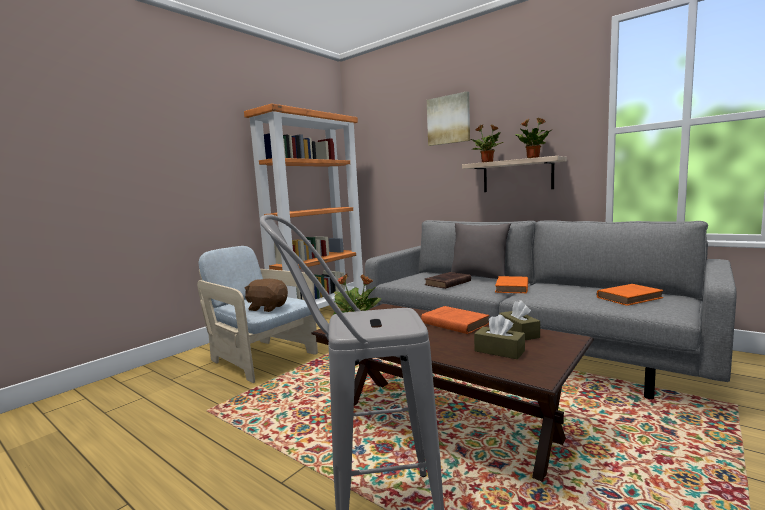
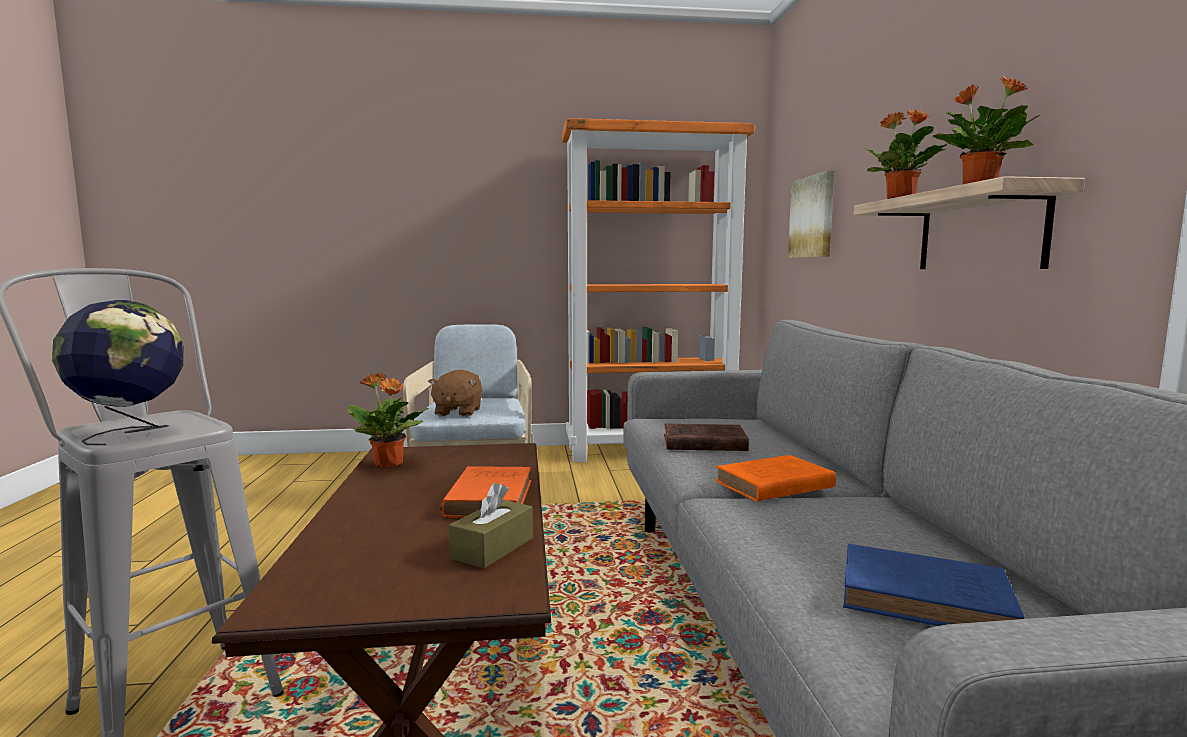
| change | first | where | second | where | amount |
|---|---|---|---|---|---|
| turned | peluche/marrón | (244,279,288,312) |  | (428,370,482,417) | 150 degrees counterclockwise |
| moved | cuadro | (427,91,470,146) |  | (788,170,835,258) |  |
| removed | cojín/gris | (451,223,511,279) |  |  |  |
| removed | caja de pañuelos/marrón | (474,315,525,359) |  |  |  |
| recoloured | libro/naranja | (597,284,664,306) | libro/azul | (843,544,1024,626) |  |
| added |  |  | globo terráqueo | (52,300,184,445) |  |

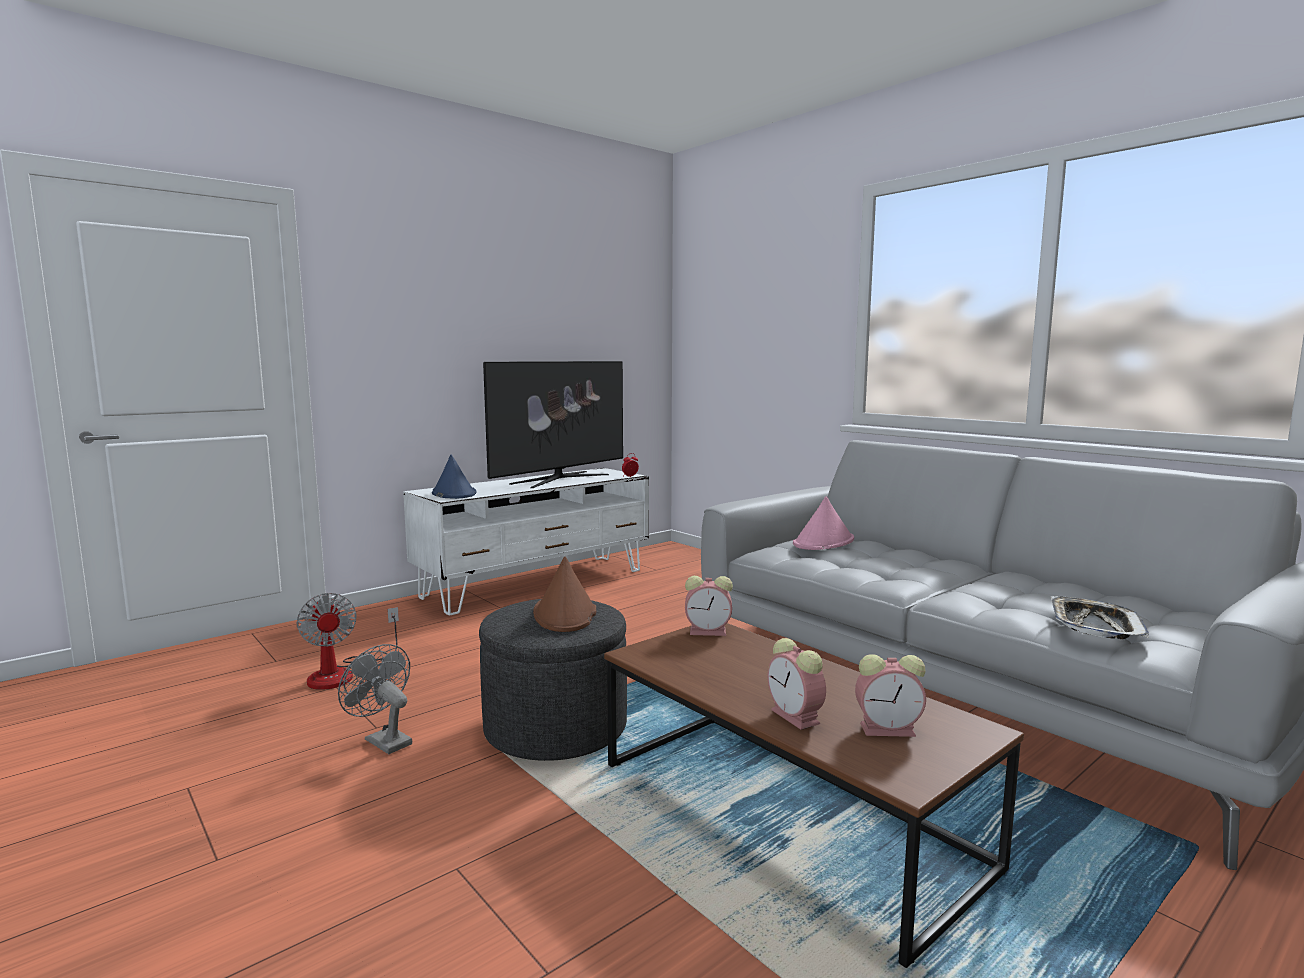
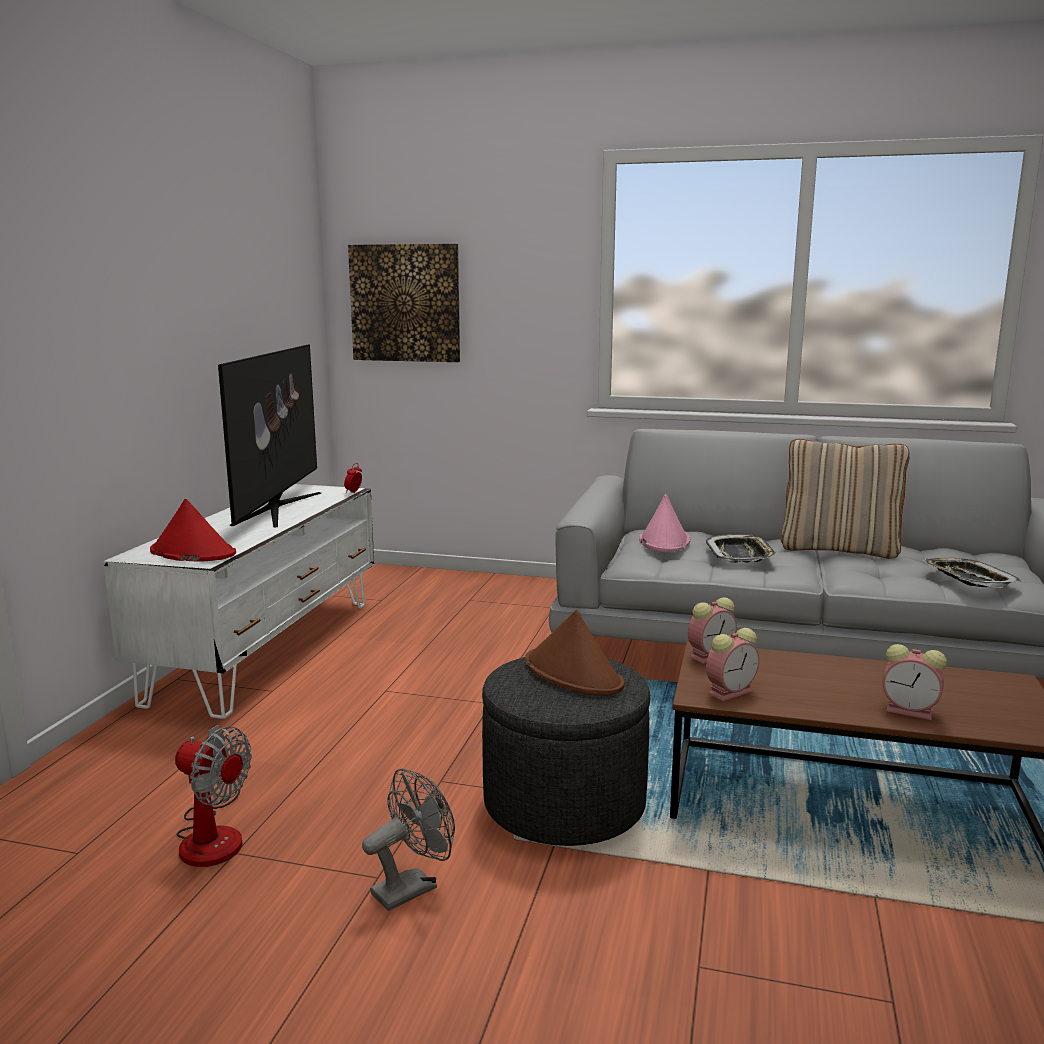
| change | first | where | second | where | amount |
|---|---|---|---|---|---|
| turned | ventilador/gris | (338,644,412,754) |  | (362,768,455,911) | 135 degrees clockwise |
| recoloured | sombrero/azul | (432,455,476,499) | sombrero/rojo | (150,499,236,562) |  |
| moved | despertador | (855,654,926,737) |  | (706,628,759,701) |  |
| added |  |  | cuadro | (348,244,460,362) |  |
| added |  |  | bandeja | (706,534,777,563) |  |
| added |  |  | cojín/beis | (781,439,910,559) |  |

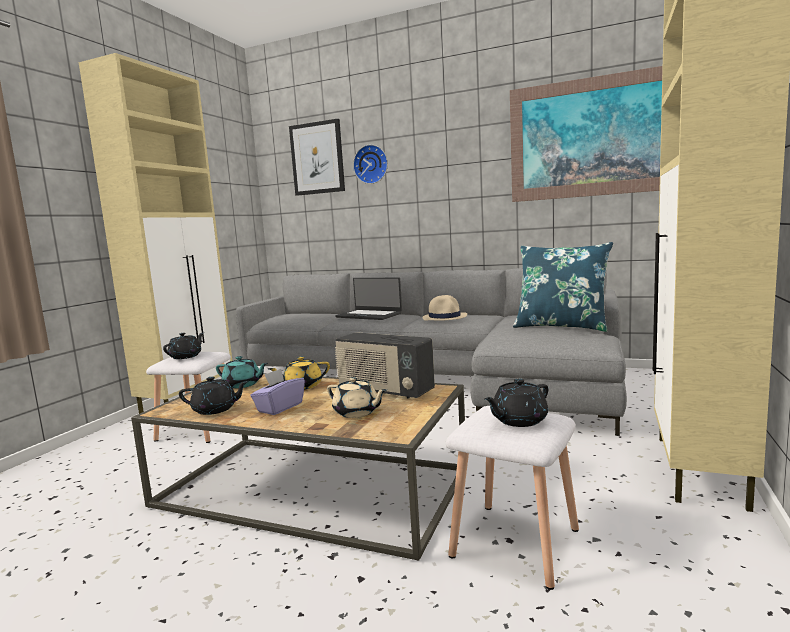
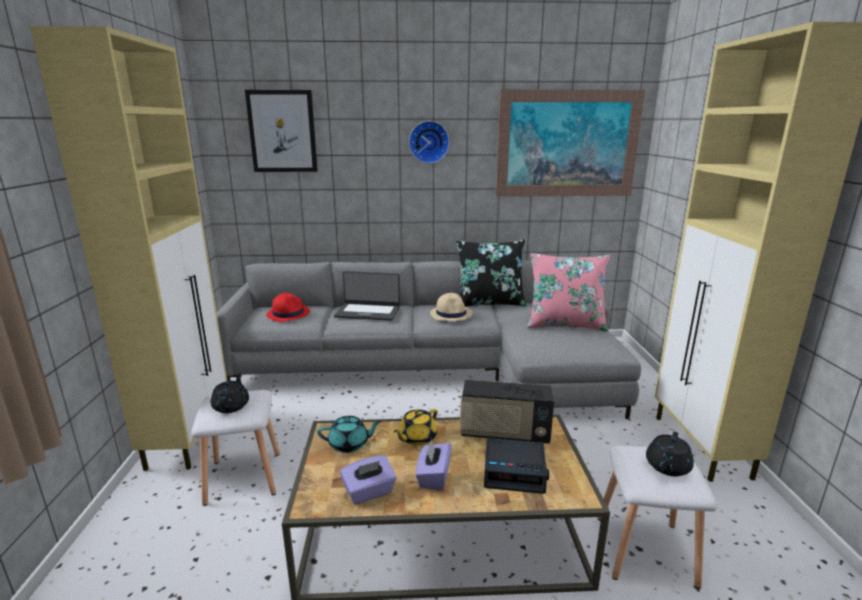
| change | first | where | second | where | amount |
|---|---|---|---|---|---|
| replaced | tetera/negro | (179,377,249,415) | caja de pañuelos/morado | (340,455,397,505) |  |
| replaced | tetera/beis | (327,377,387,418) | despertador | (484,438,549,494) |  |
| moved | reloj de pared | (353,144,388,184) |  | (409,121,450,164) |  |
| recoloured | cojín/azul | (513,242,613,332) | cojín/rosa | (527,253,611,331) |  |
| added |  |  | sombrero/rojo | (266,293,310,322) |  |
| added |  |  | cojín/negro | (456,240,526,307) |  |

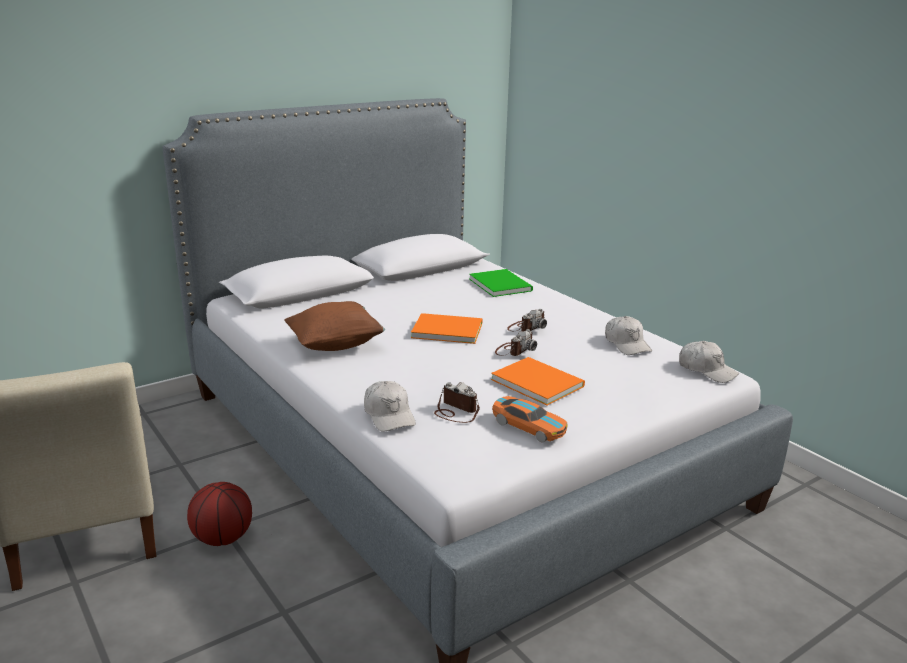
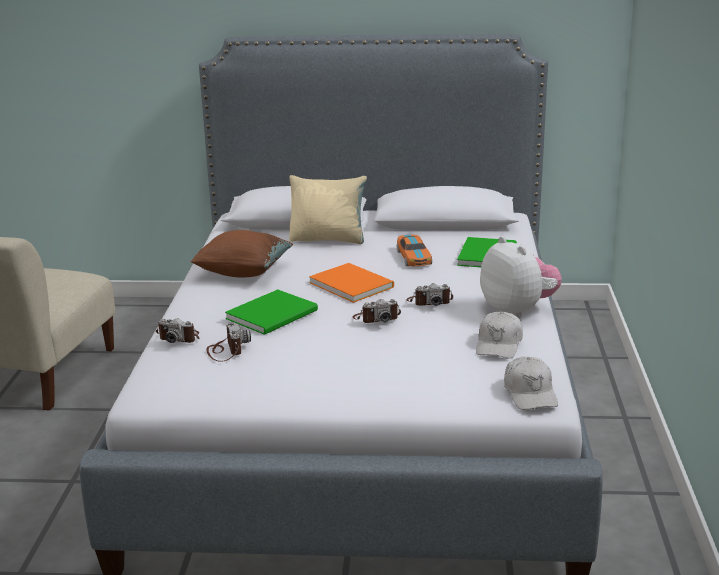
| change | first | where | second | where | amount |
|---|---|---|---|---|---|
| removed | balón de baloncesto | (187,482,252,546) |  |  |  |
| replaced | gorra/blanco | (364,381,416,432) | cámara | (156,318,199,343) |  |
| removed | libro/naranja | (491,357,585,405) |  |  |  |
| moved | coche de juguete | (492,396,568,442) |  | (397,234,432,266) |  |
| added |  |  | libro/verde | (225,289,318,335) |  |
| added |  |  | cojín/beis | (289,175,367,244) |  |
| added |  |  | peluche | (480,236,562,318) |  |

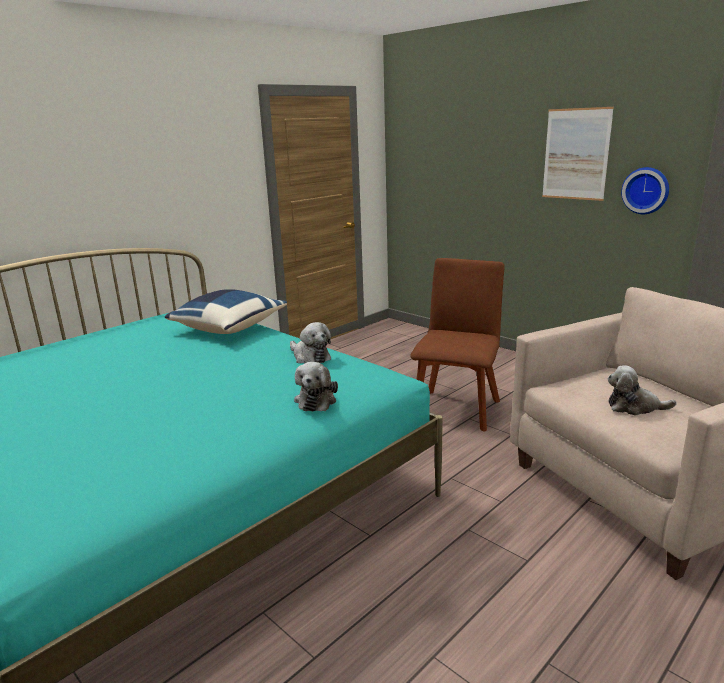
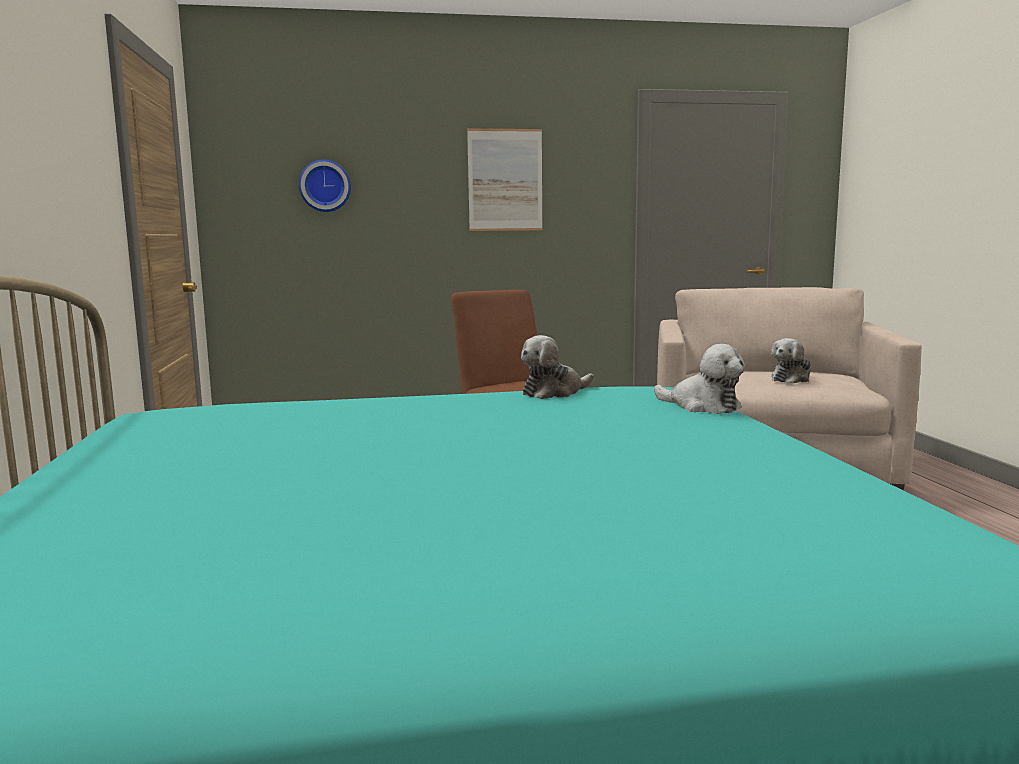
| change | first | where | second | where | amount |
|---|---|---|---|---|---|
| removed | cojín/azul | (165,289,287,334) |  |  |  |
| turned | peluche | (290,322,331,363) |  | (521,335,594,399) | 150 degrees clockwise |
| moved | reloj de pared | (621,167,669,214) |  | (299,159,351,212) |  |

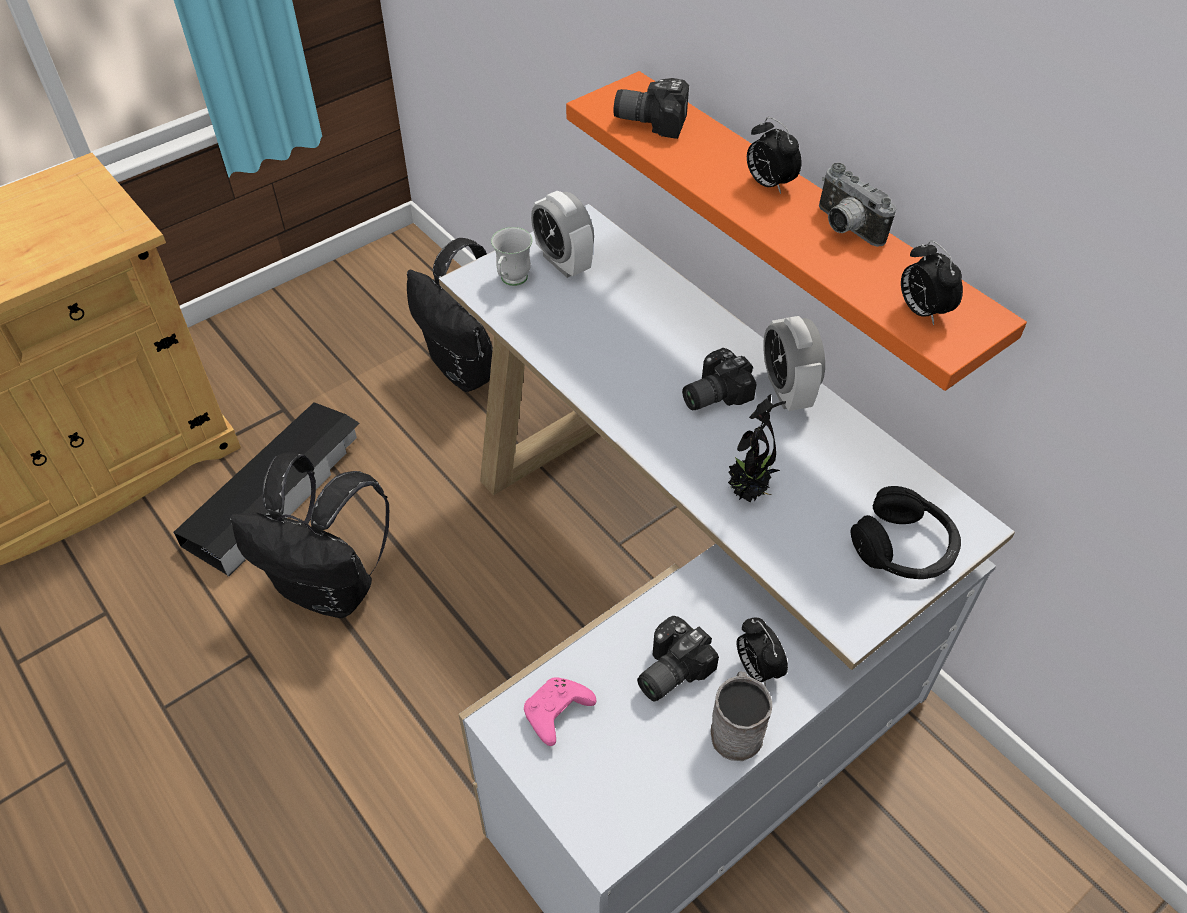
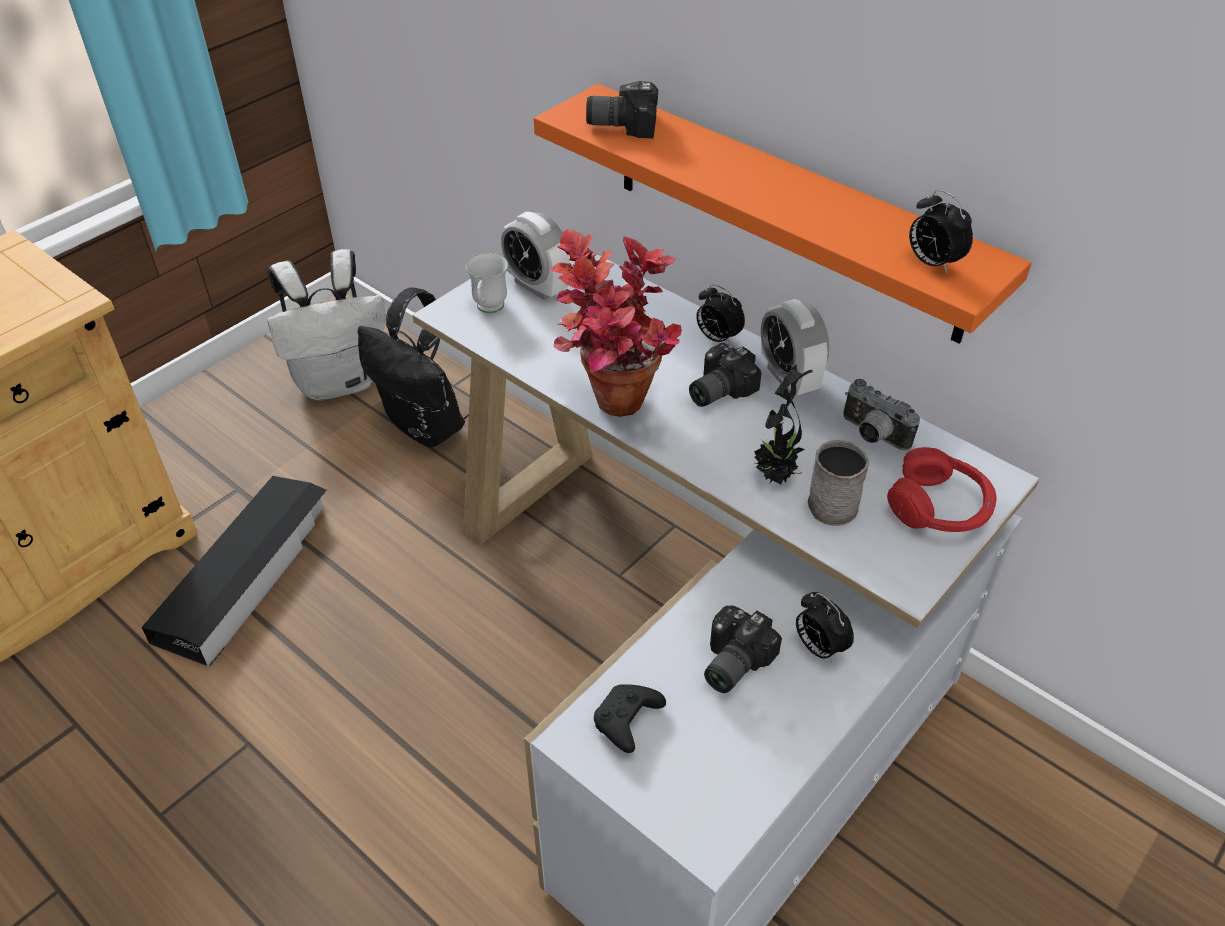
| change | first | where | second | where | amount |
|---|---|---|---|---|---|
| removed | mochila/negro | (230,452,390,618) |  |  |  |
| recoloured | mando de consola/rosa | (524,677,596,746) | mando de consola/negro | (594,684,666,753) |  |
| moved | taza grande/gris | (710,671,772,761) |  | (808,439,870,526) |  |
| moved | despertador | (747,117,802,194) |  | (696,284,745,345) |  |
| moved | cámara | (819,163,896,247) |  | (843,379,920,451) |  |
| recoloured | auriculares/negro | (851,486,961,579) | auriculares/rojo | (887,447,997,532) |  |
| added |  |  | mochila/blanco | (267,249,385,401) |  |
| added |  |  | planta en maceta | (551,229,682,417) |  |

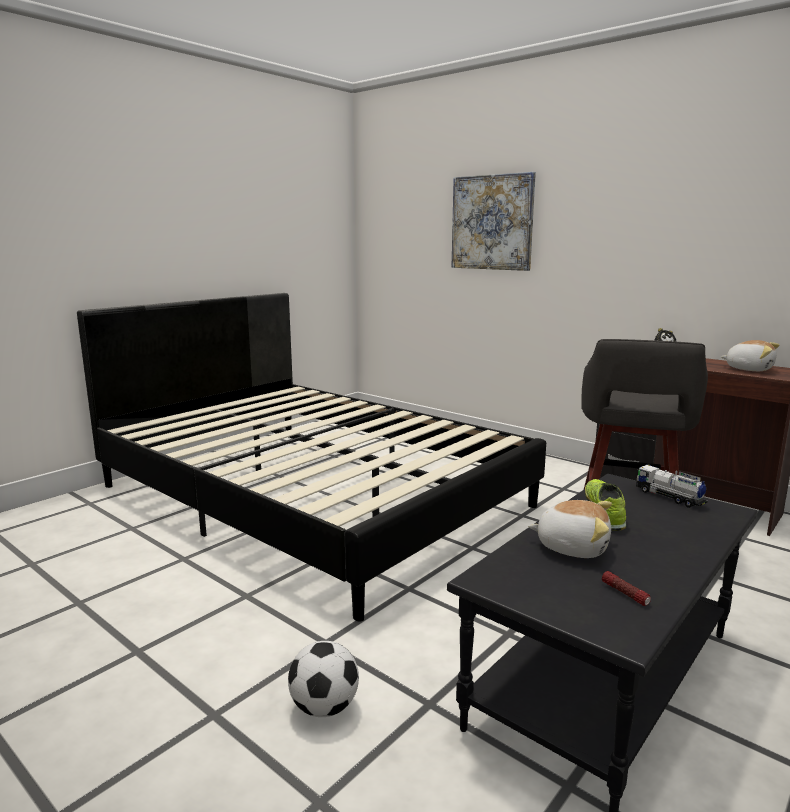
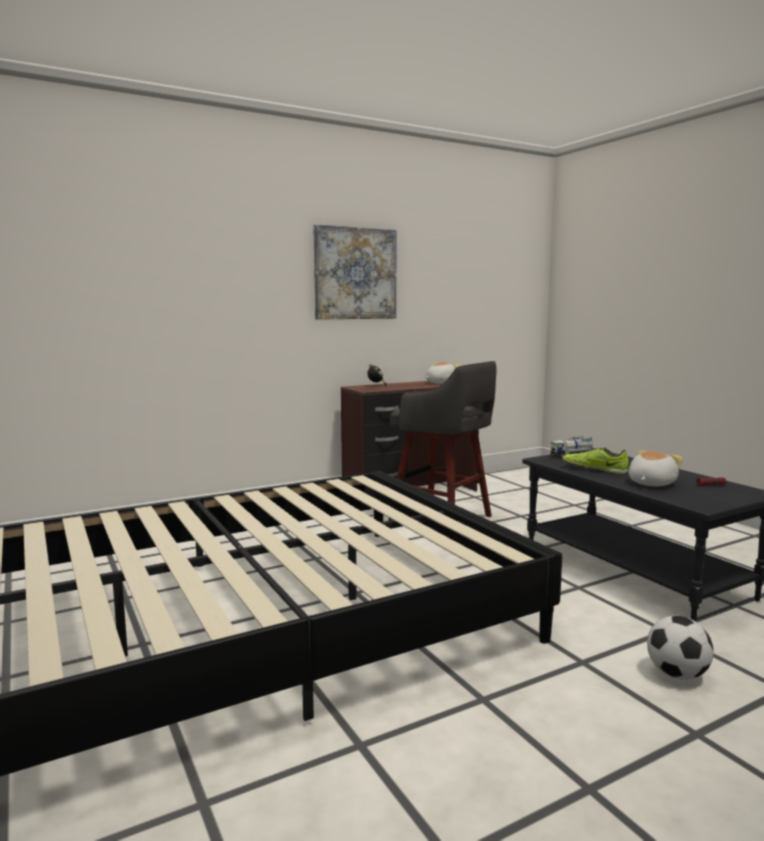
| change | first | where | second | where | amount |
|---|---|---|---|---|---|
| moved | cuadro | (452,172,536,271) |  | (313,224,397,319) |  |

